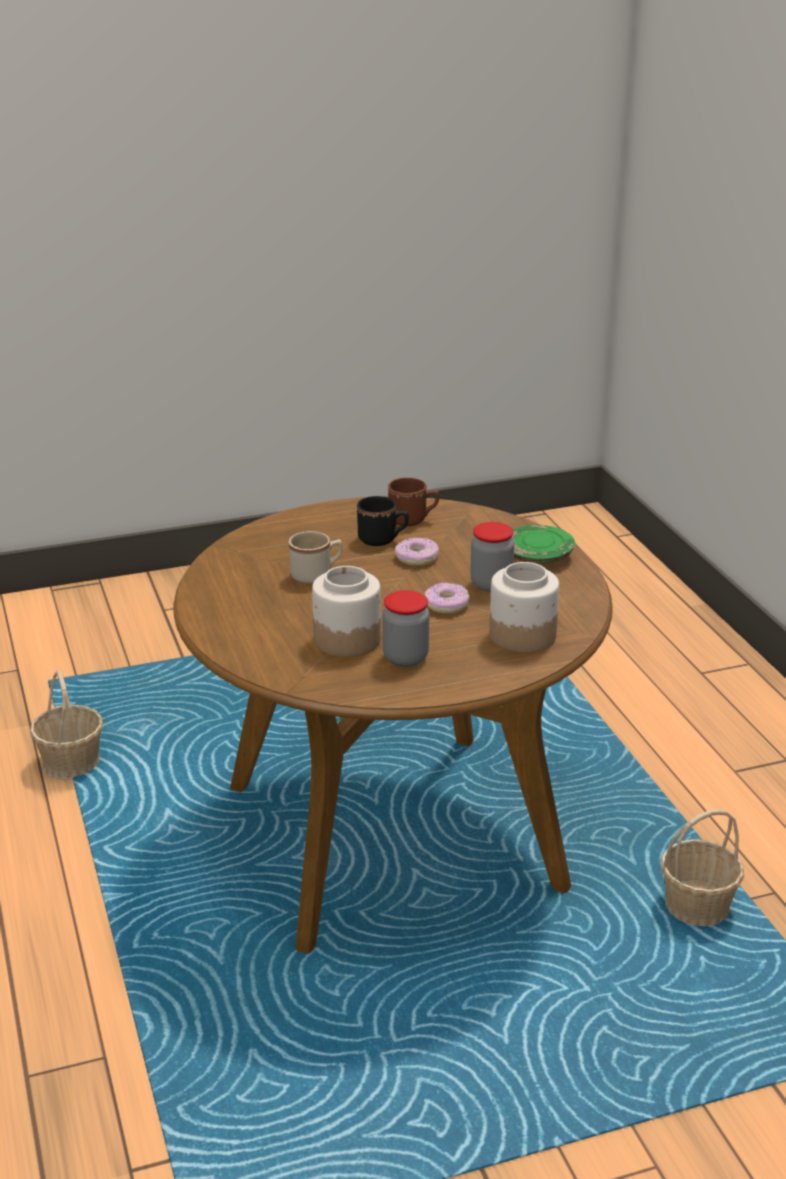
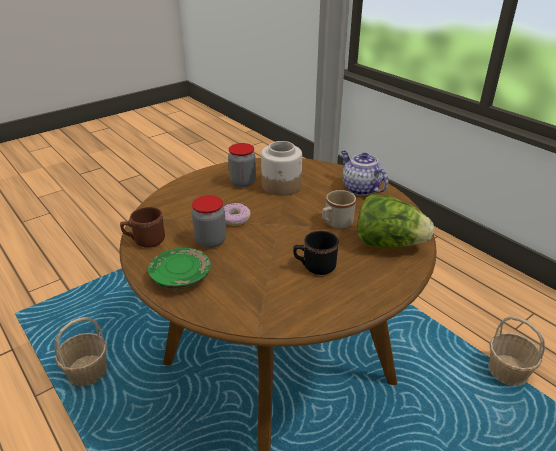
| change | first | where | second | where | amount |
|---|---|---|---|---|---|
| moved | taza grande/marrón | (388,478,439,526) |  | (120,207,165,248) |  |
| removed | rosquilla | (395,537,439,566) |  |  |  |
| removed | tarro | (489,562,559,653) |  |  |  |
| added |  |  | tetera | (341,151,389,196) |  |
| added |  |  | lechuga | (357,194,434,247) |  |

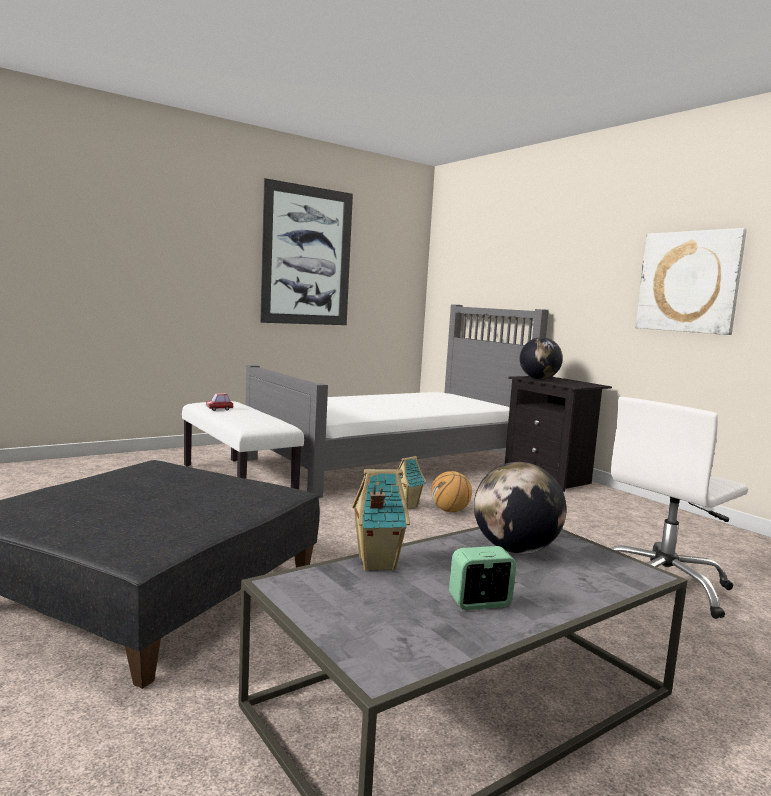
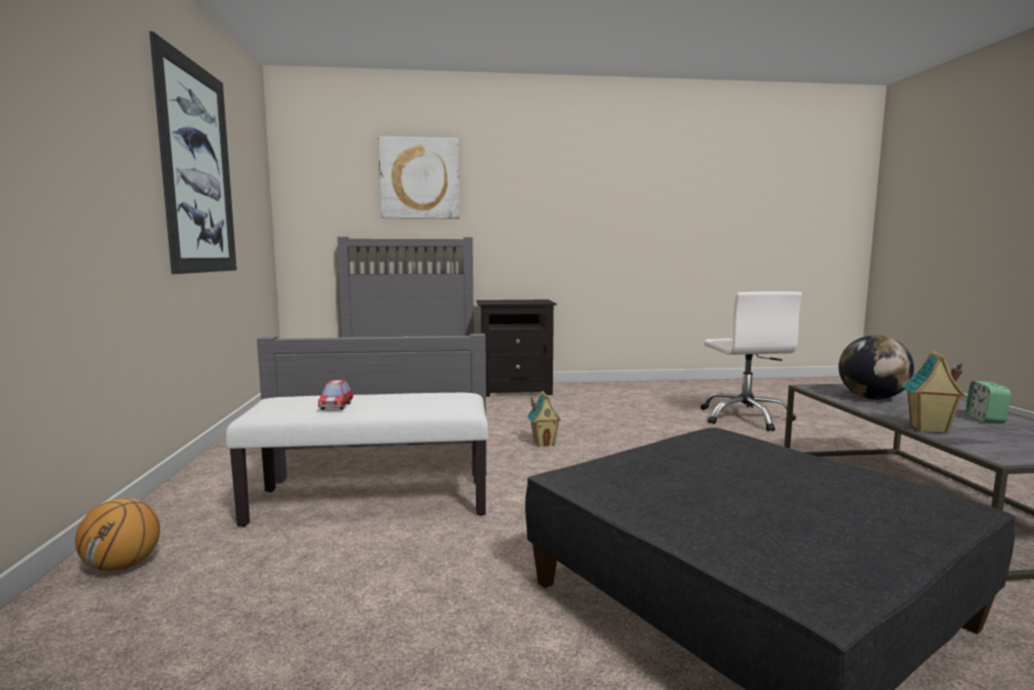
| change | first | where | second | where | amount |
|---|---|---|---|---|---|
| moved | balón de baloncesto | (431,471,472,512) |  | (75,498,160,571) |  |
| removed | globo terráqueo | (520,337,563,379) |  |  |  |
| moved | cuadro | (635,228,747,335) |  | (378,136,460,219) |  |

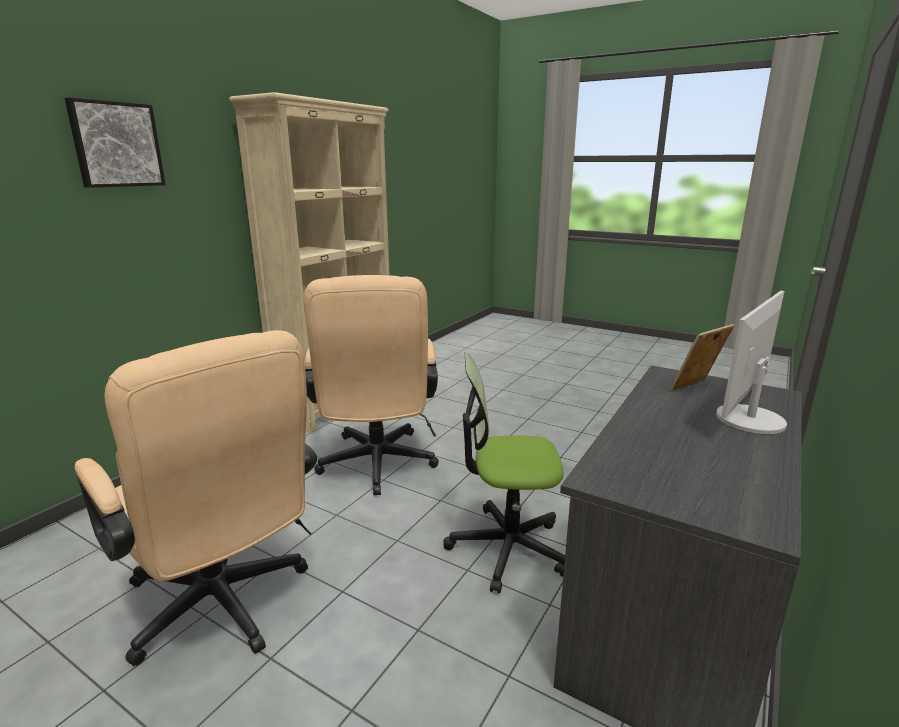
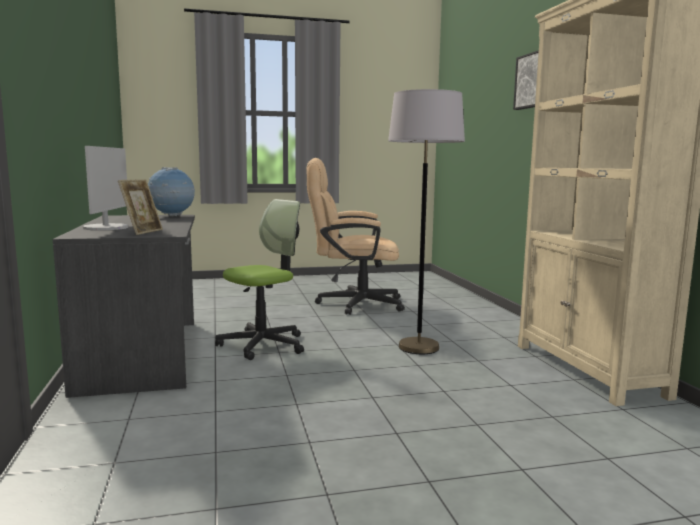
| change | first | where | second | where | amount |
|---|---|---|---|---|---|
| replaced | silla de oficina/beis | (304,275,439,495) | lámpara de pie/gris | (388,89,465,354) |  |
| added |  |  | globo terráqueo | (148,167,195,217) |  |

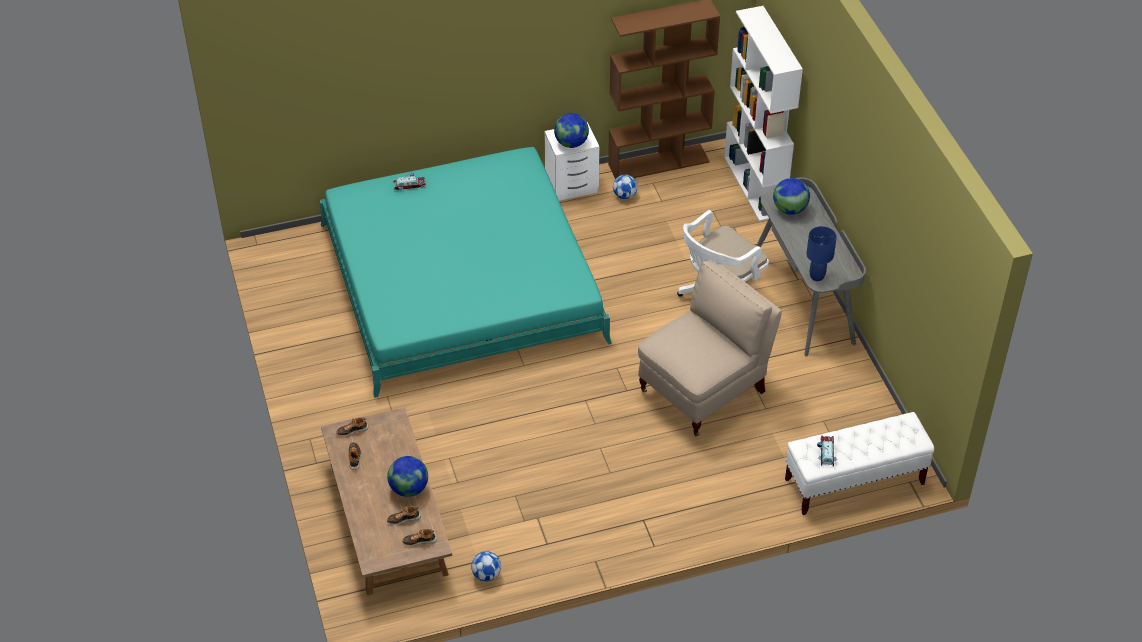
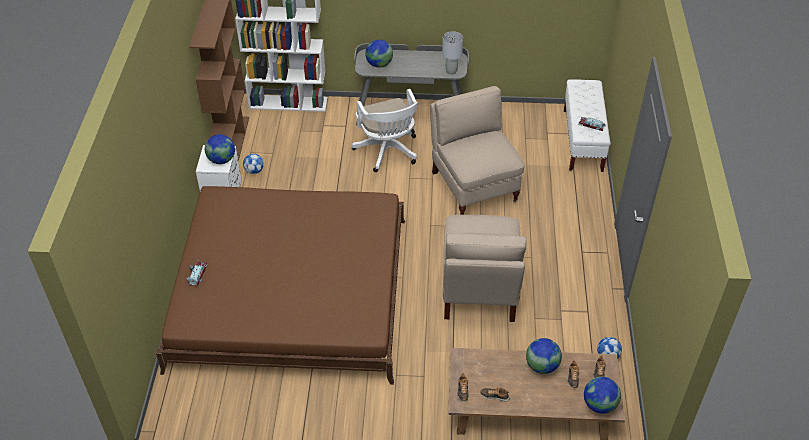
| change | first | where | second | where | amount |
|---|---|---|---|---|---|
| recoloured | cama/turquesa | (320,147,612,398) | cama/marrón | (156,186,405,385) |  |
| recoloured | lámpara de mesa/azul | (806,226,837,281) | lámpara de mesa/gris | (442,31,463,75) |  |
| added |  |  | silla/beis | (443,215,527,322) |  |
| added |  |  | globo terráqueo | (584,377,621,414) |  |

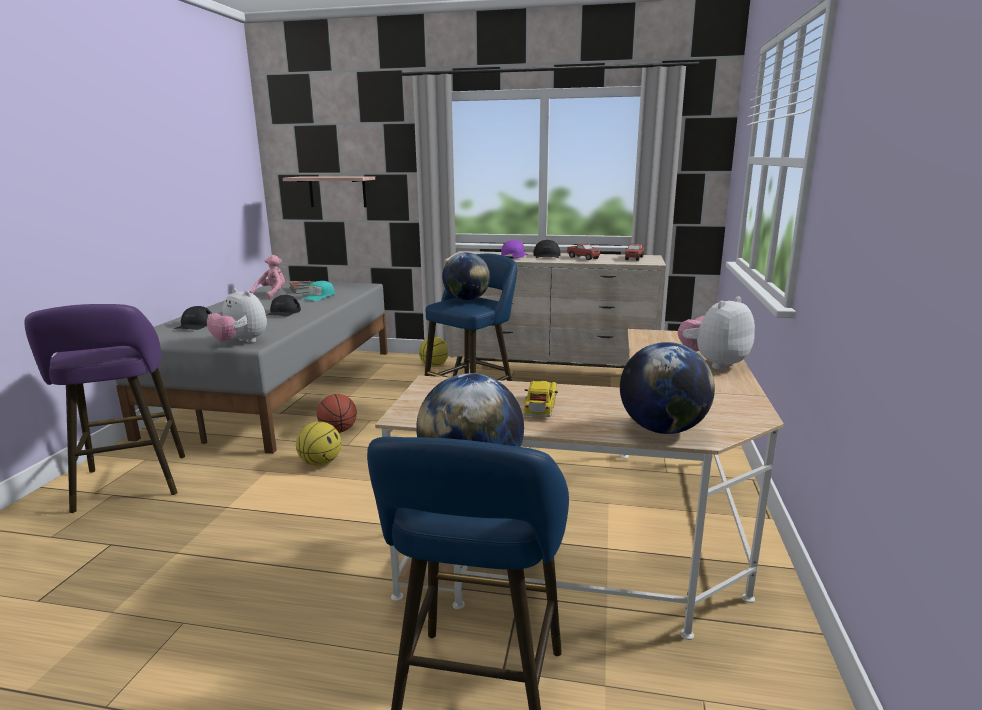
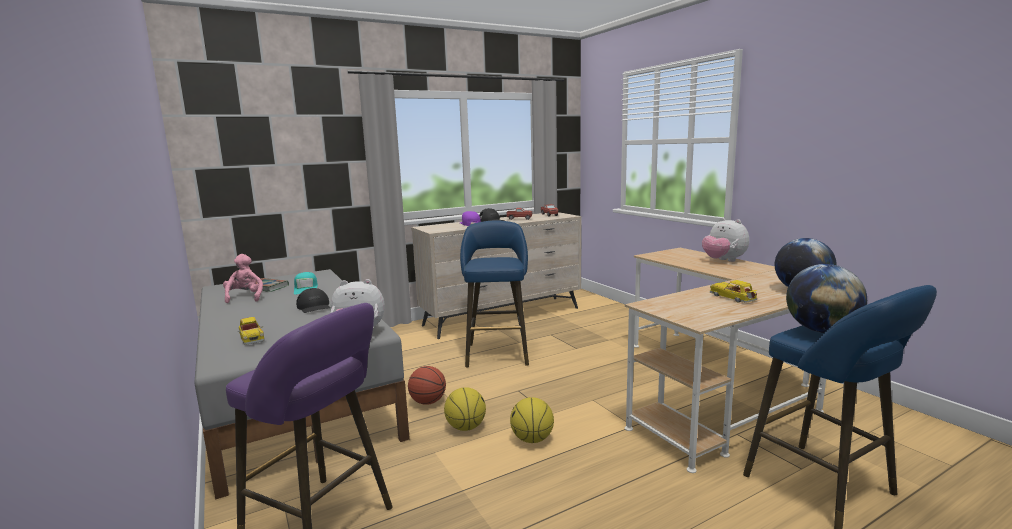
| change | first | where | second | where | amount |
|---|---|---|---|---|---|
| replaced | gorra/negro | (174,306,212,330) | coche de juguete | (238,317,265,345) |  |
| removed | estante | (283,176,375,207) |  |  |  |
| moved | balón de baloncesto | (419,337,448,367) |  | (510,397,554,443) |  |
| removed | globo terráqueo | (442,253,490,301) |  |  |  |
| turned | peluche | (678,296,755,370) |  | (702,218,749,262) | 45 degrees counterclockwise |

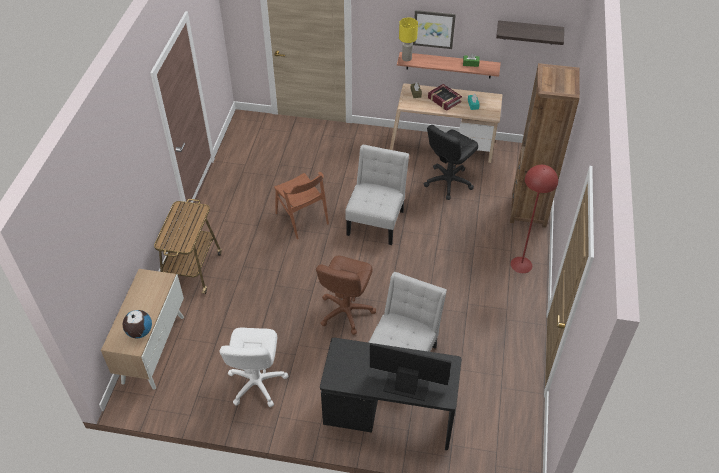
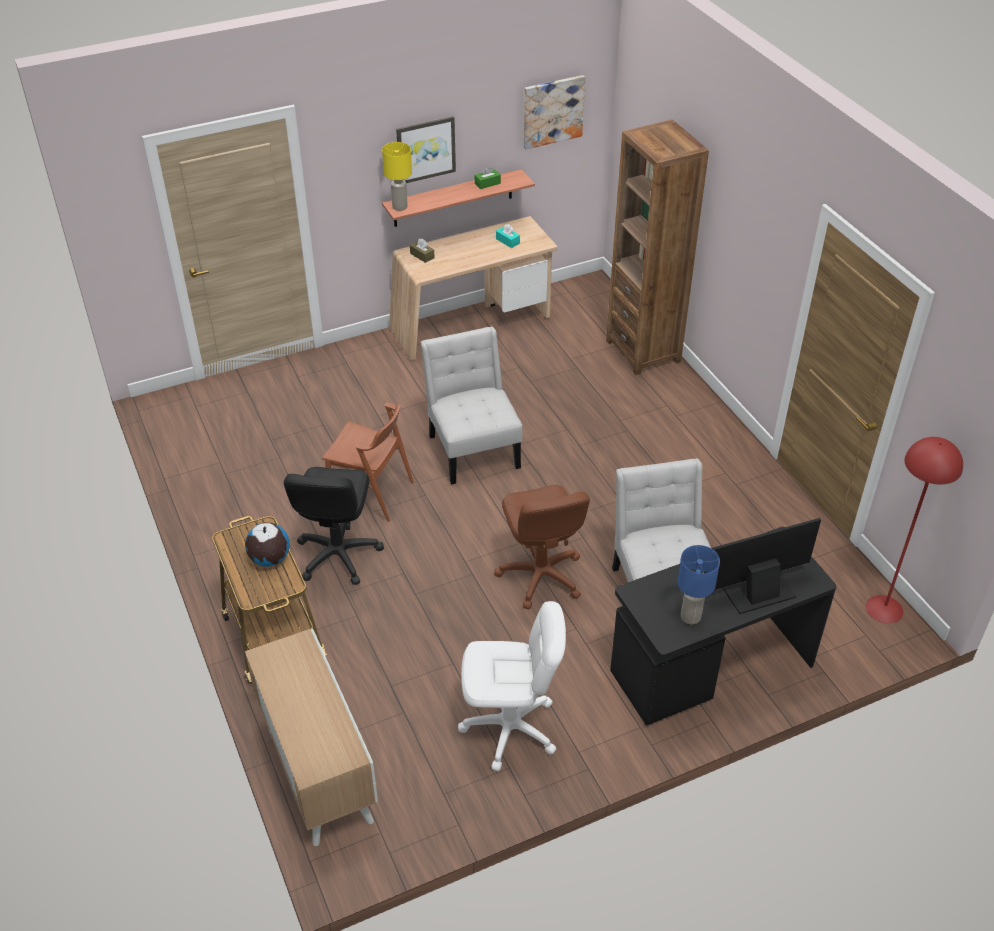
| change | first | where | second | where | amount |
|---|---|---|---|---|---|
| moved | globo terráqueo | (123,310,152,338) |  | (245,523,290,567) |  |
| turned | silla de oficina/blanco | (220,328,289,407) |  | (458,601,566,771) | 60 degrees counterclockwise |
| moved | silla de oficina/negro | (424,125,478,200) |  | (284,467,384,585) |  |
| removed | libro | (428,84,462,111) |  |  |  |
| replaced | estante | (496,20,564,45) | cuadro | (524,75,585,149) |  |
| moved | lámpara de pie/rojo | (511,165,558,273) |  | (866,437,963,624) |  |
| added |  |  | lámpara de mesa/azul | (677,545,720,625) |  |

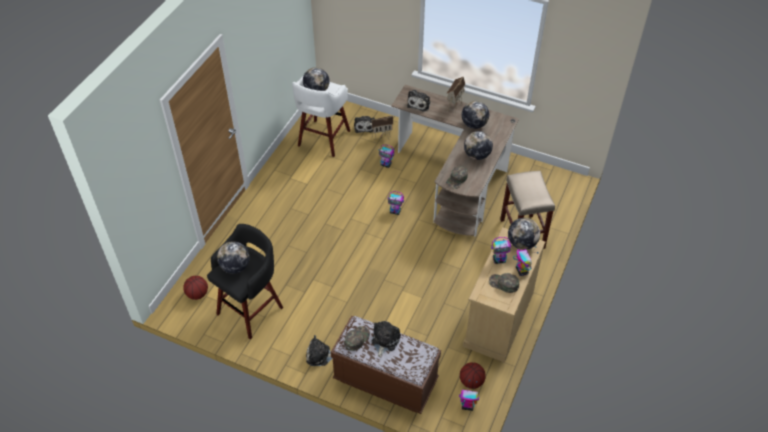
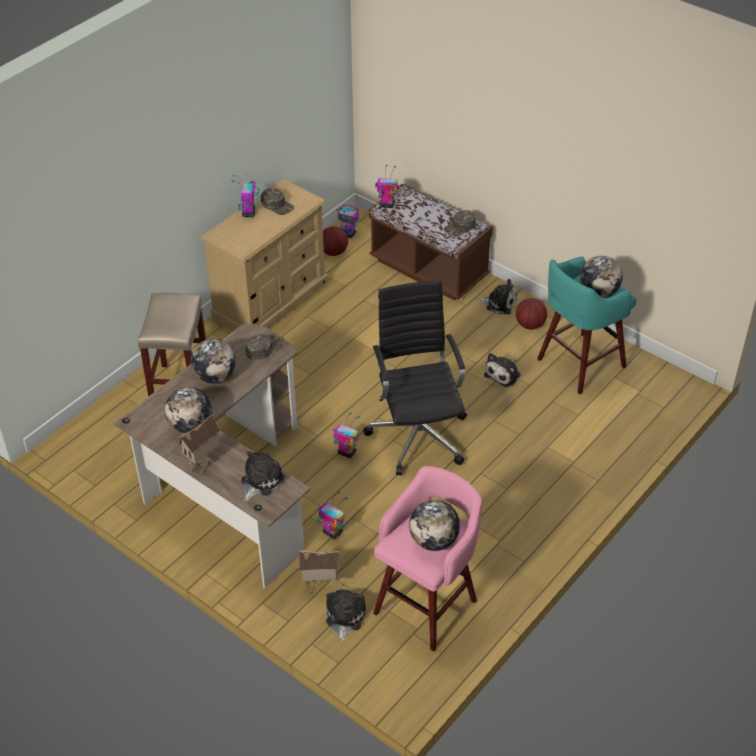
| change | first | where | second | where | amount |
|---|---|---|---|---|---|
| moved | balón de baloncesto | (183,276,208,300) |  | (516,298,547,330) |  |
| recoloured | taburete/negro | (207,224,283,339) | taburete/turquesa | (537,256,637,394) |  |
| recoloured | taburete/blanco | (292,75,350,157) | taburete/rosa | (373,466,482,652) |  |
| moved | peluche | (372,321,401,358) |  | (484,353,521,387) |  |
| moved | robot de juguete | (491,237,511,264) |  | (375,165,399,208) |  |
| removed | globo terráqueo | (508,218,540,250) |  |  |  |
| added |  |  | silla de oficina/negro | (363,281,467,475) |  |

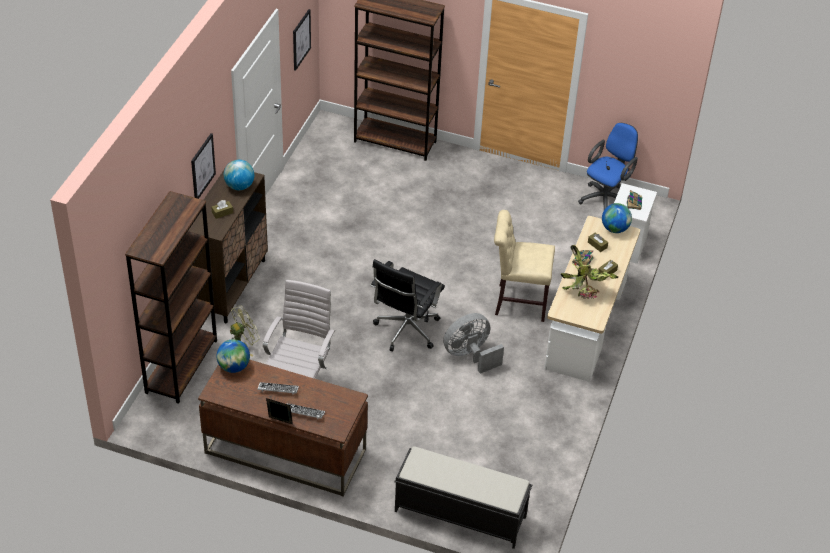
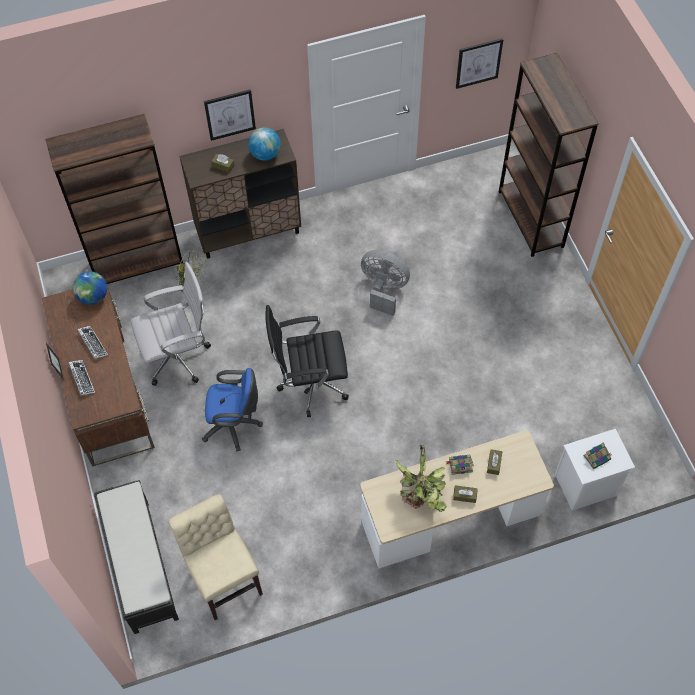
| change | first | where | second | where | amount |
|---|---|---|---|---|---|
| moved | ventilador/gris | (443,313,504,374) |  | (361,250,410,316) |  |
| moved | silla/beis | (494,210,555,322) |  | (168,494,263,620) |  |
| moved | silla de oficina/azul | (578,123,638,210) |  | (202,368,263,451) |  |
| removed | globo terráqueo | (602,203,632,233) |  |  |  |

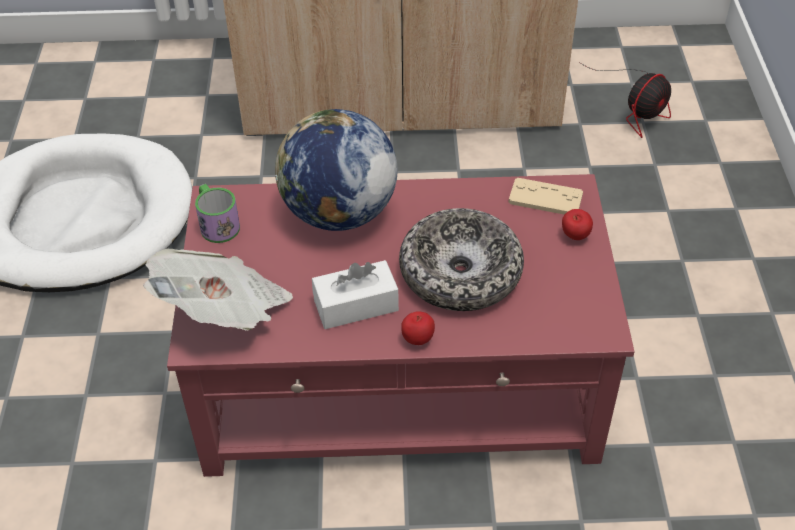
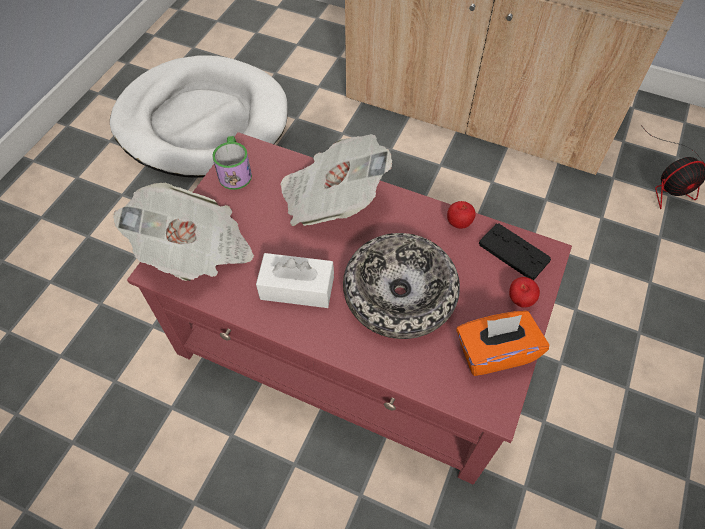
| change | first | where | second | where | amount |
|---|---|---|---|---|---|
| replaced | globo terráqueo | (275,109,398,231) | periódico | (280,134,392,226) |  |
| moved | manzana | (401,311,435,345) |  | (447,201,476,229) |  |
| recoloured | mando de consola/beis | (508,178,583,215) | mando de consola/negro | (479,223,551,281) |  |
| added |  |  | caja de pañuelos/naranja | (456,311,549,376) |  |

